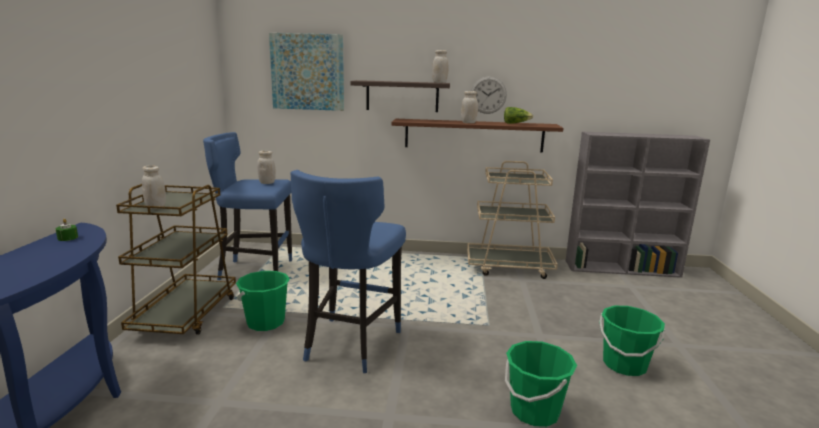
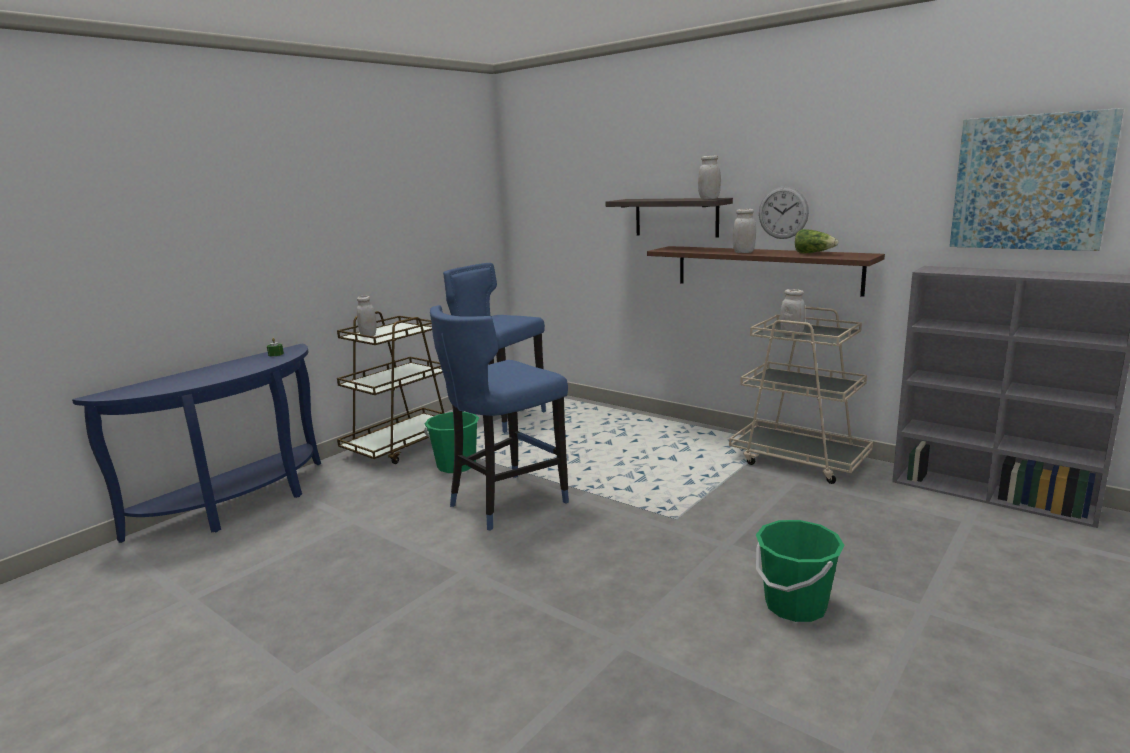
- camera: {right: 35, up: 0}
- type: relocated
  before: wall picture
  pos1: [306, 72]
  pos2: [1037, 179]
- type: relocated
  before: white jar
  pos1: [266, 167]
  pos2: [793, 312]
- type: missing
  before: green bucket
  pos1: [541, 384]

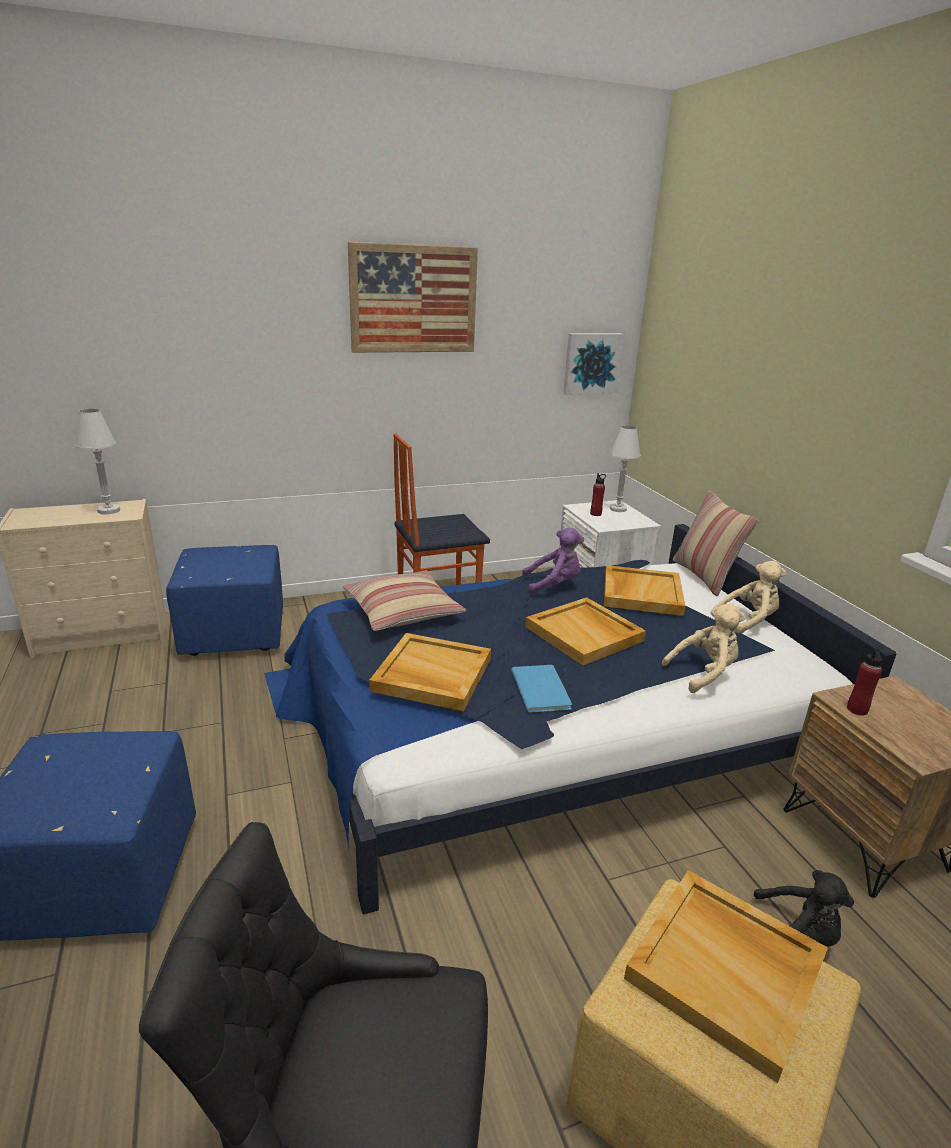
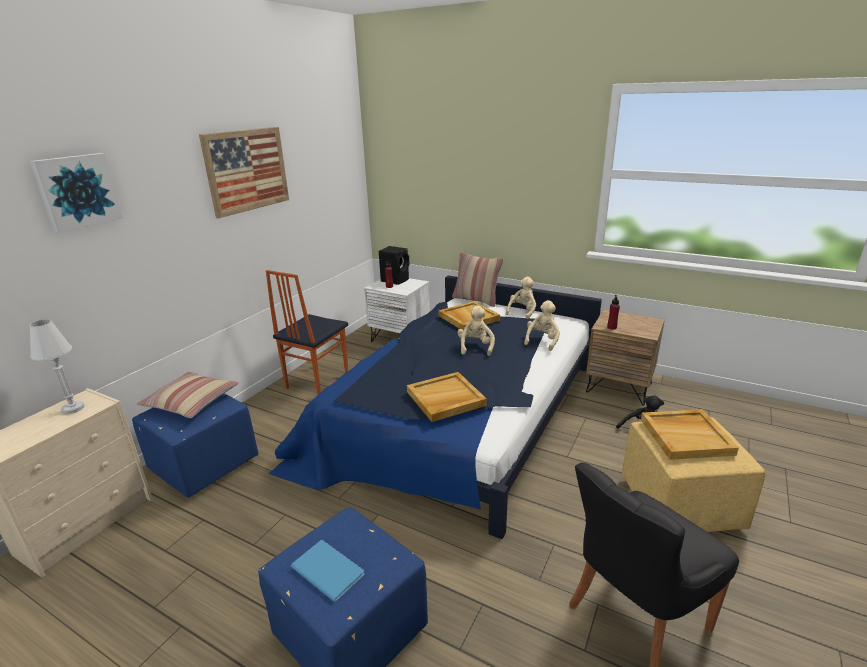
- camera: {right: -40, up: 0}
- type: relocated
  before: wall picture
  pos1: [593, 364]
  pos2: [76, 193]
- type: exchanged
  before: white tabletop lamp
  after: blackish speaker
  pos1: [625, 468]
  pos2: [394, 265]
- type: missing
  before: purple plush toy
  pos1: [553, 561]
- type: relocated
  before: throw pillow
  pos1: [404, 601]
  pos2: [187, 395]
- type: exchanged
  before: beige-coloured serving tray
  after: beige-coloured plush toy
  pos1: [586, 631]
  pos2: [476, 330]
- type: relocated
  before: bluish book
  pos1: [541, 689]
  pos2: [327, 571]

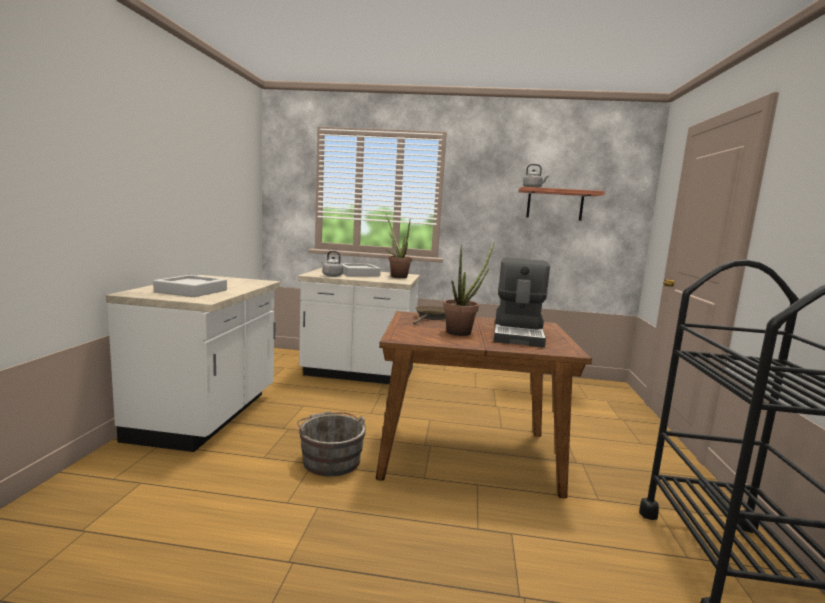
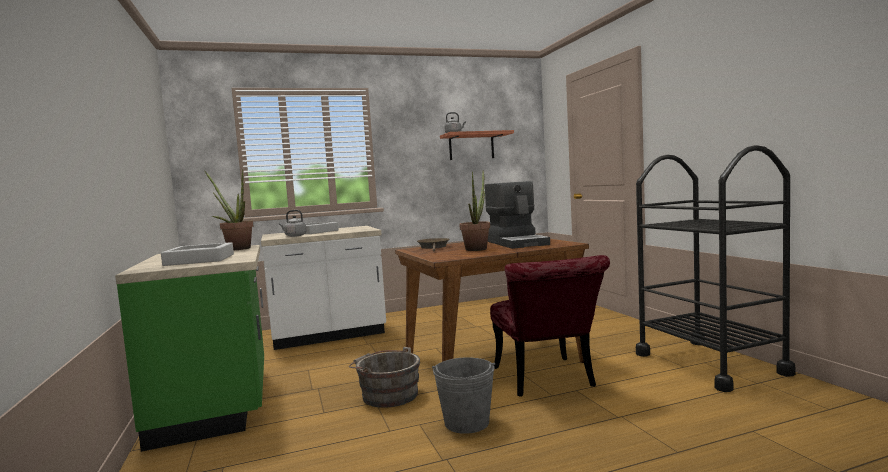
- camera: {right: -25, up: -5}
- type: relocated
  before: plant in a pot
  pos1: [399, 246]
  pos2: [229, 209]
- type: colour
  before: white kitchen base unit
  after: green kitchen base unit
  pos1: [193, 363]
  pos2: [189, 348]
- type: appeared
  after: reddish plain chair
  pos2: [550, 326]
- type: appeared
  after: grey bucket
  pos2: [463, 395]

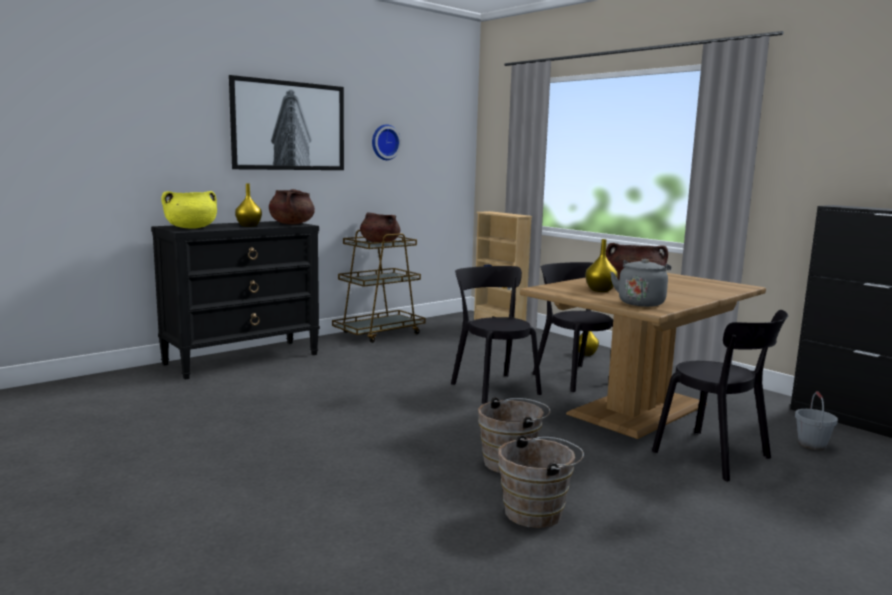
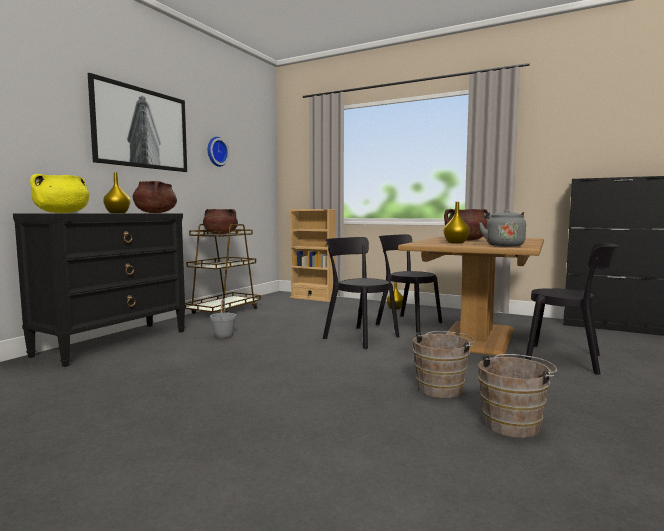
- camera: {right: -20, up: -5}
- type: relocated
  before: grey bucket
  pos1: [816, 420]
  pos2: [223, 319]

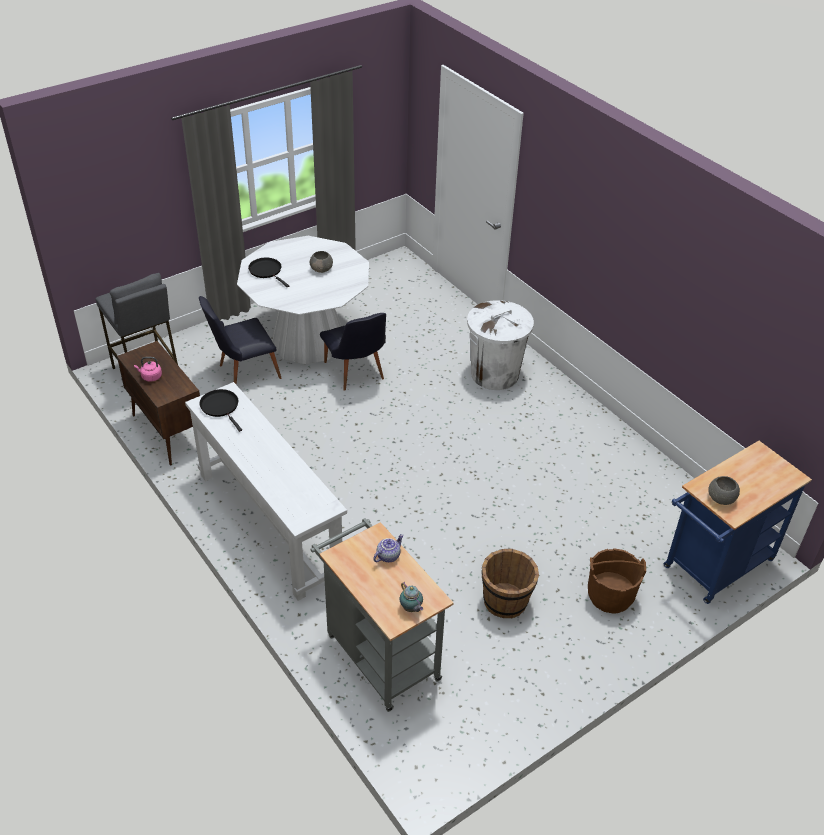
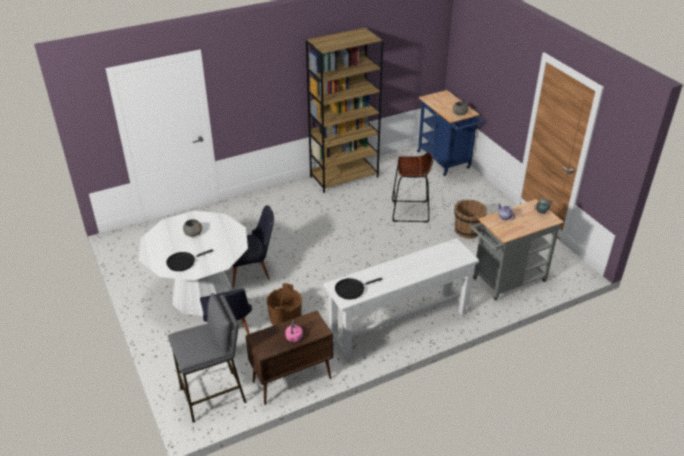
- camera: {right: -80, up: -5}
- type: missing
  before: white rubbish bin
  pos1: [500, 345]
- type: relocated
  before: brownish bucket
  pos1: [617, 581]
  pos2: [284, 304]
- type: appeared
  after: brownish bookcase
  pos2: [345, 110]
- type: appeared
  after: brownish stool
  pos2: [412, 188]

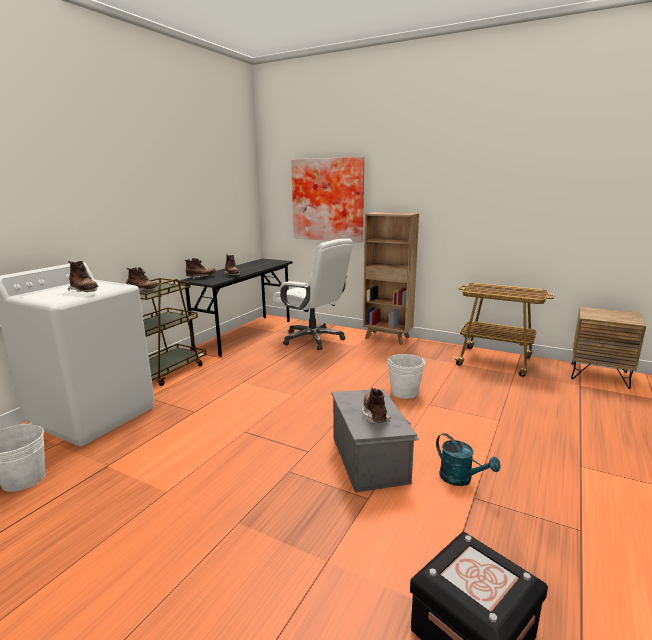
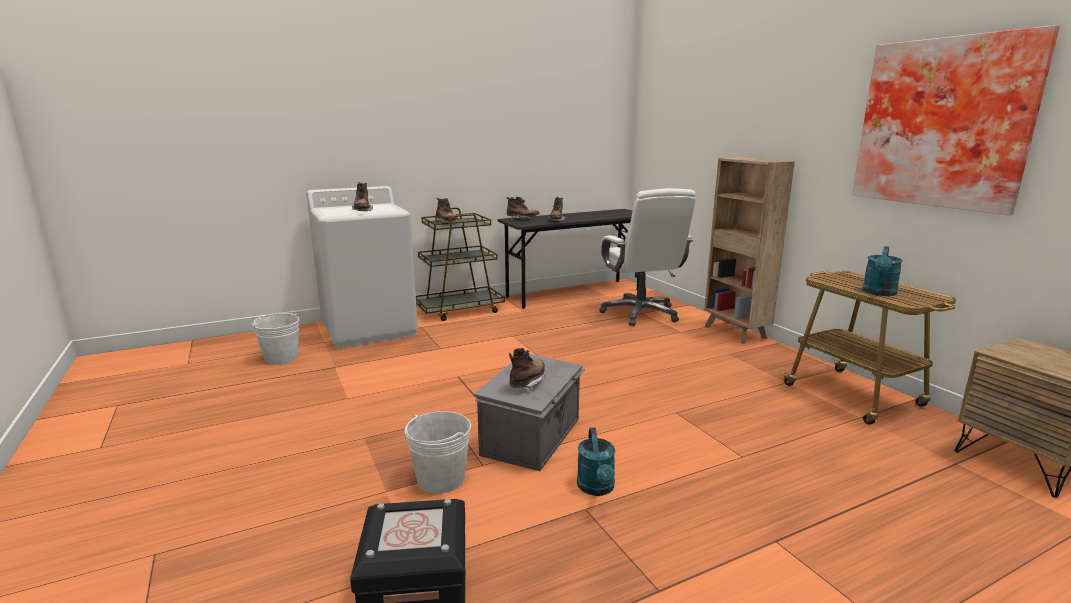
- camera: {right: 35, up: 0}
- type: relocated
  before: wall picture
  pos1: [327, 200]
  pos2: [956, 120]
- type: relocated
  before: white bucket
  pos1: [406, 376]
  pos2: [438, 452]
- type: appeared
  after: turquoise sprinkling can
  pos2: [882, 271]

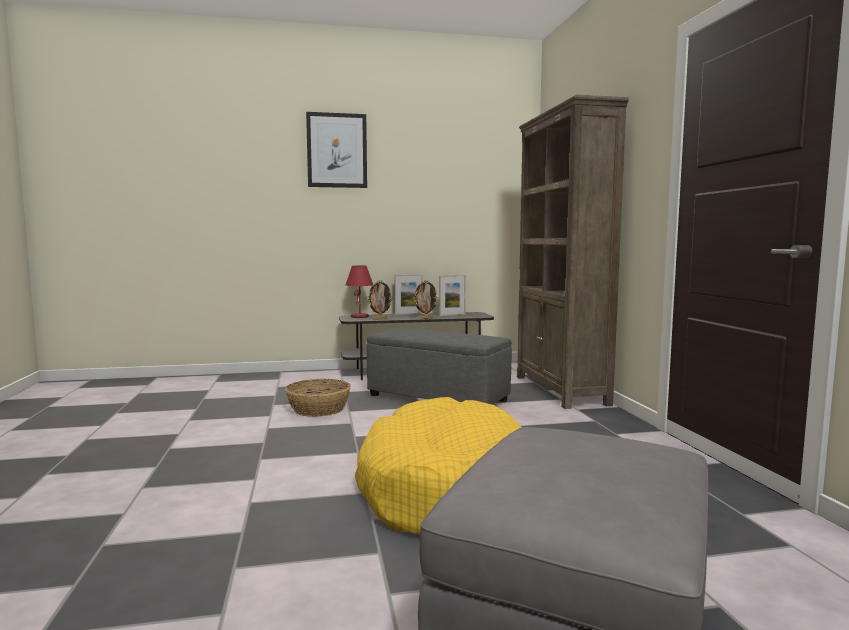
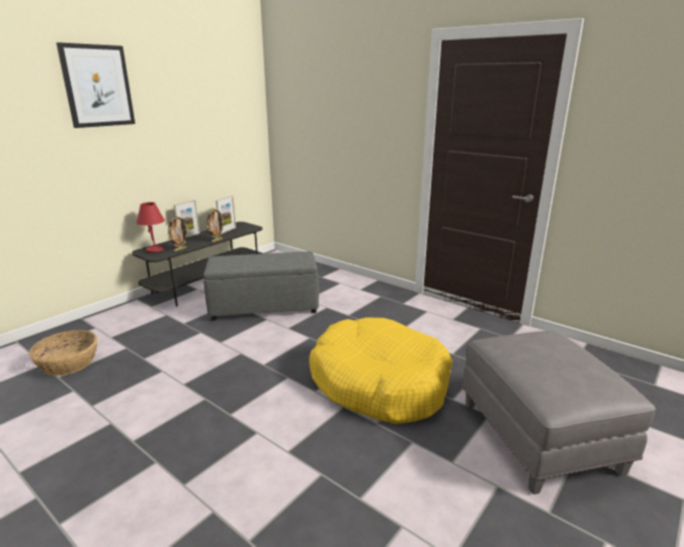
- camera: {right: -40, up: 15}
- type: missing
  before: brownish bookcase
  pos1: [573, 252]
- type: relocated
  before: storage basket
  pos1: [318, 398]
  pos2: [63, 353]

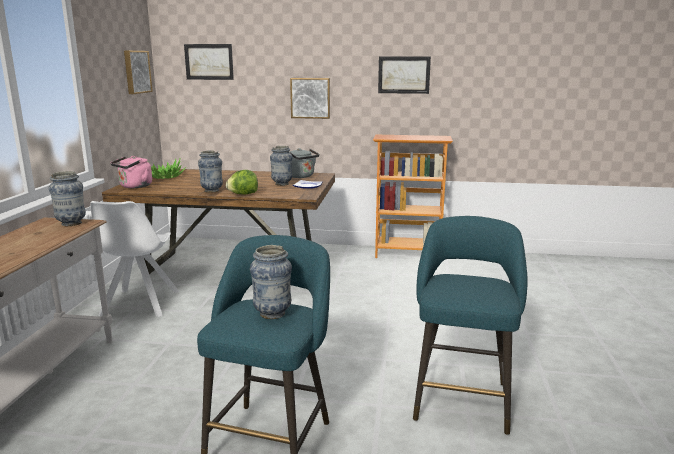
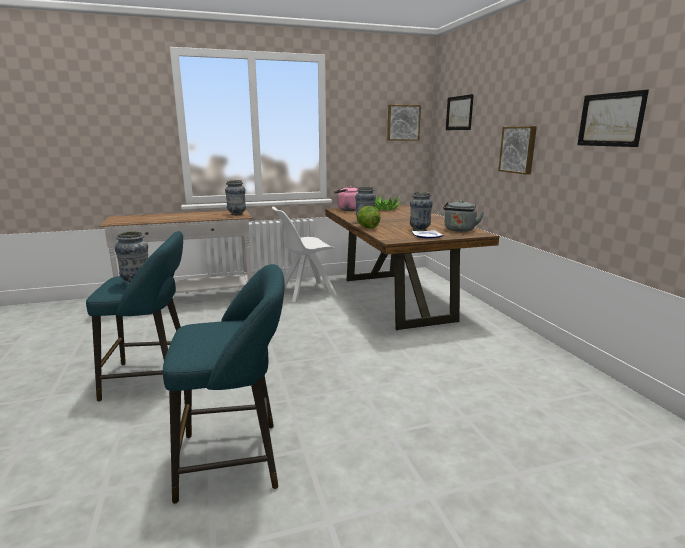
- camera: {right: 65, up: 0}
- type: missing
  before: bookcase
  pos1: [413, 196]

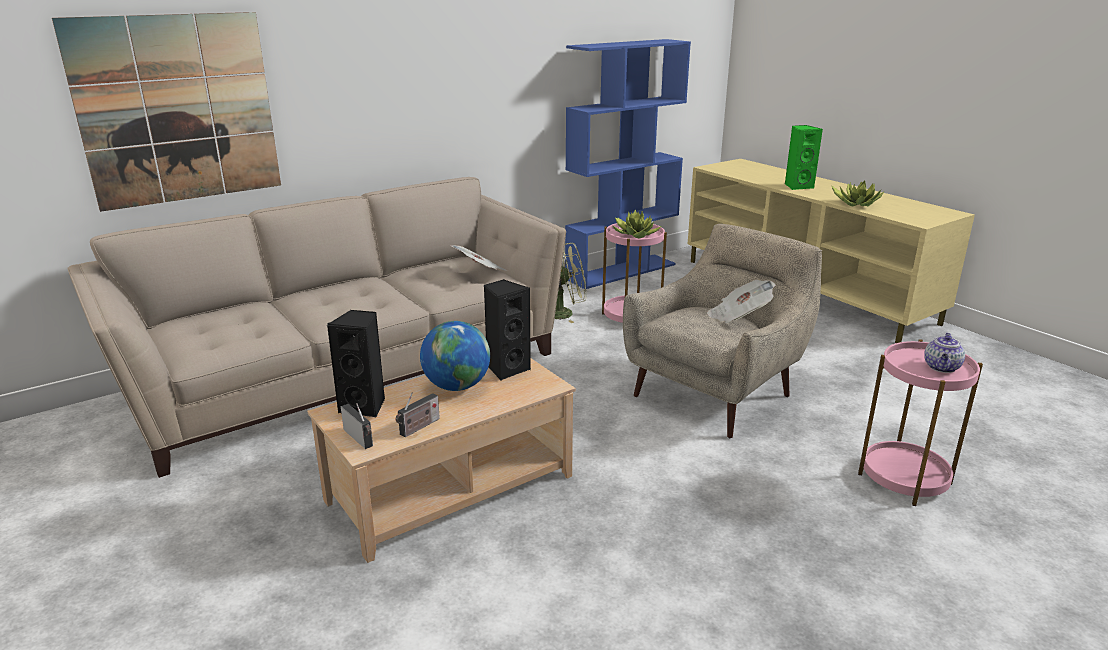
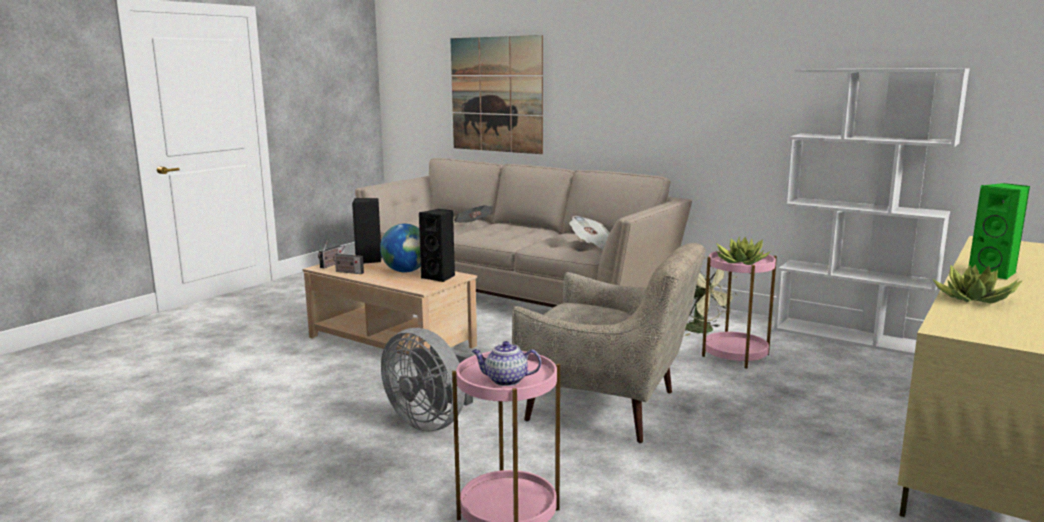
- camera: {right: 70, up: -10}
- type: colour
  before: bluish bookcase
  after: white bookcase
  pos1: [628, 164]
  pos2: [872, 212]
- type: relocated
  before: newspaper
  pos1: [741, 301]
  pos2: [473, 214]
- type: appeared
  after: grey cooling fan
  pos2: [427, 380]

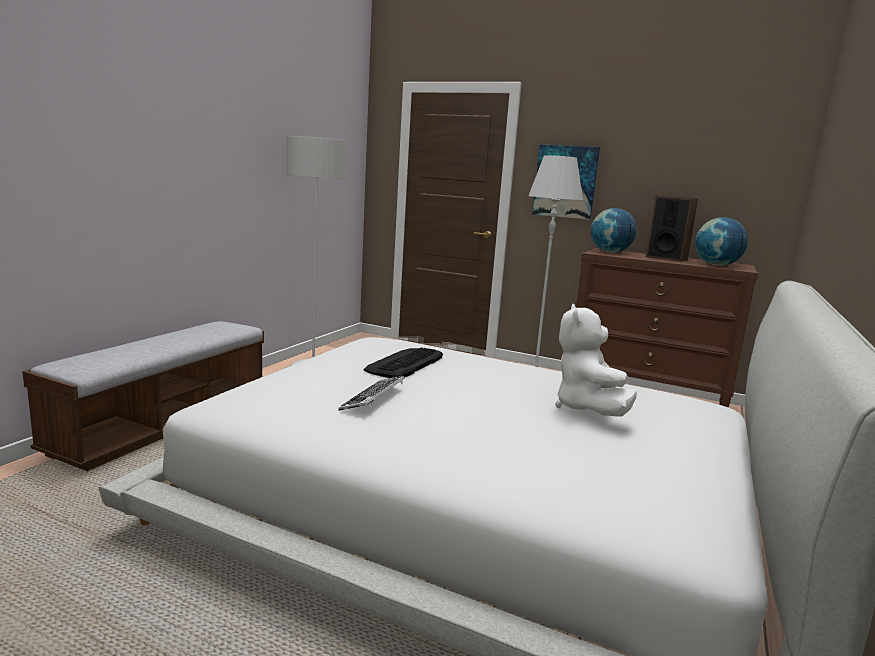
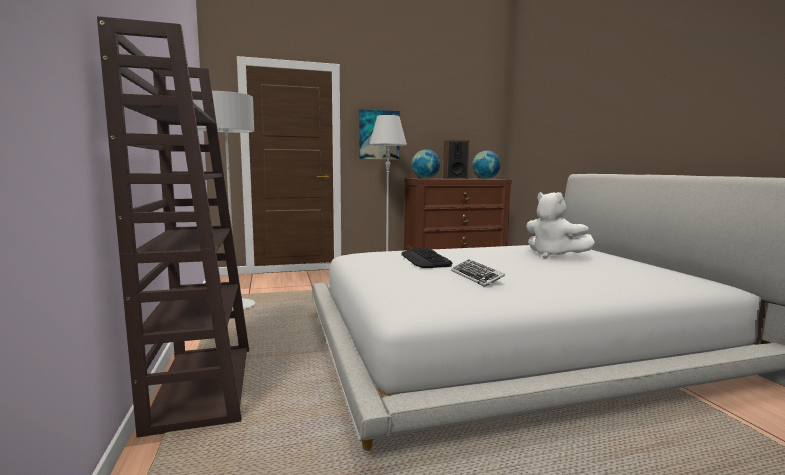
- camera: {right: -40, up: -5}
- type: exchanged
  before: long seat
  after: brownish bookcase
  pos1: [143, 396]
  pos2: [173, 226]

